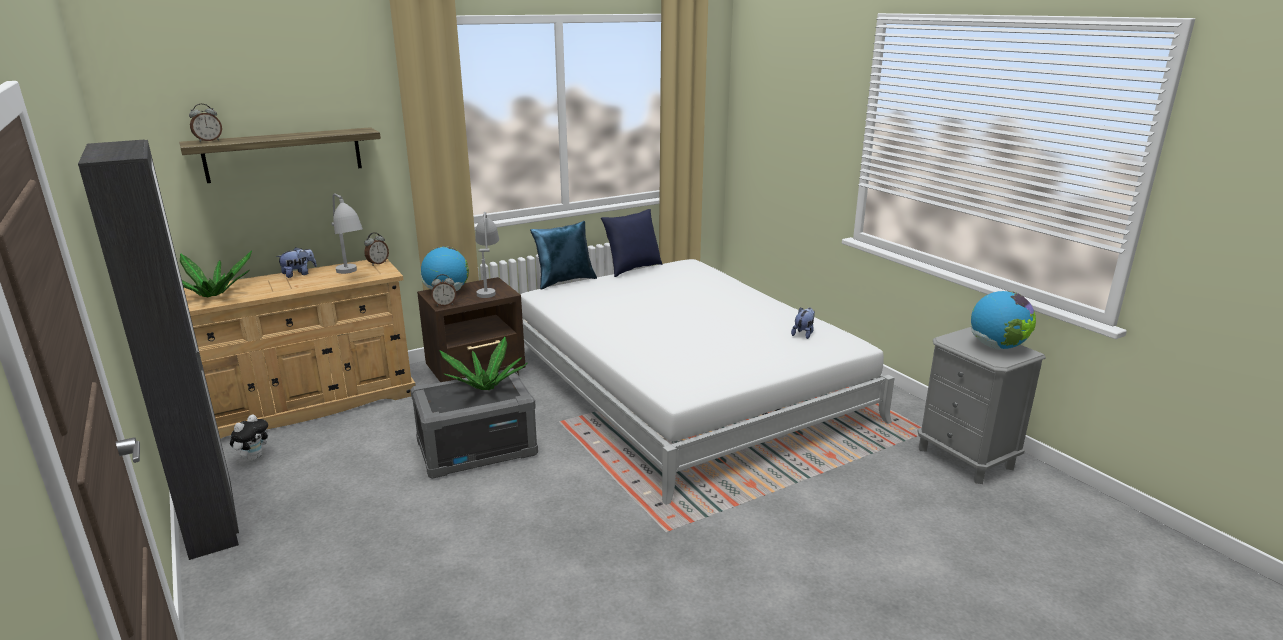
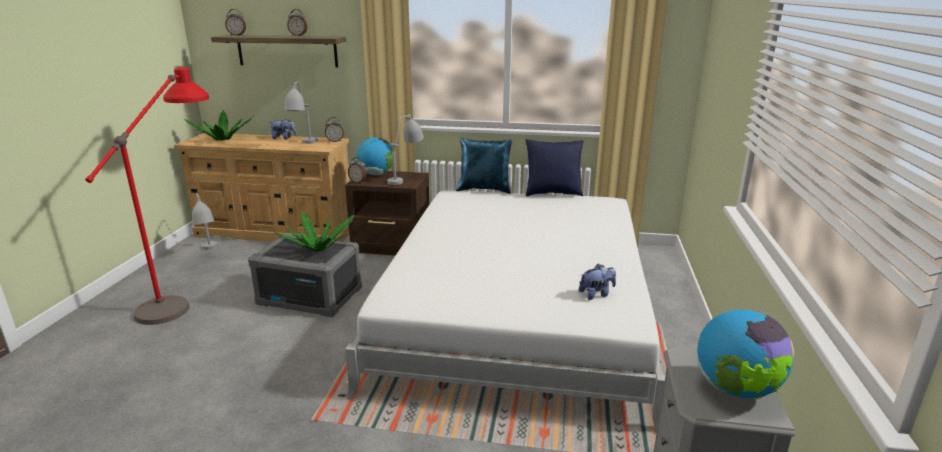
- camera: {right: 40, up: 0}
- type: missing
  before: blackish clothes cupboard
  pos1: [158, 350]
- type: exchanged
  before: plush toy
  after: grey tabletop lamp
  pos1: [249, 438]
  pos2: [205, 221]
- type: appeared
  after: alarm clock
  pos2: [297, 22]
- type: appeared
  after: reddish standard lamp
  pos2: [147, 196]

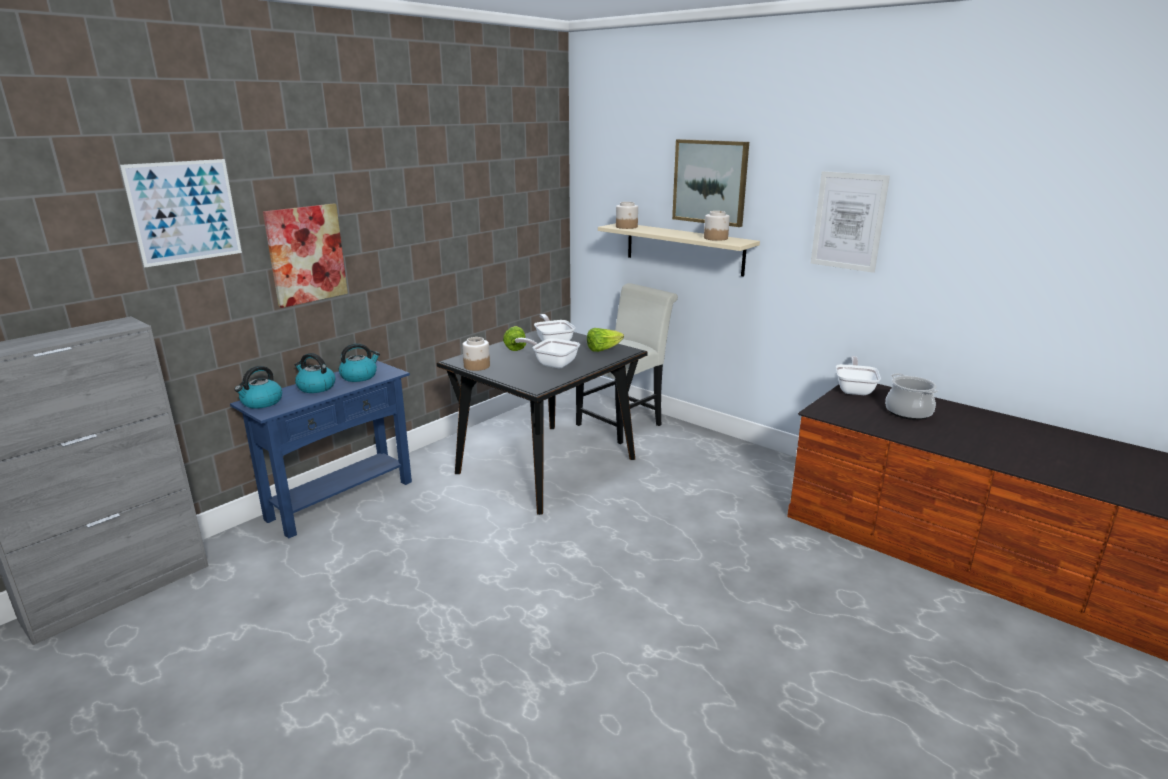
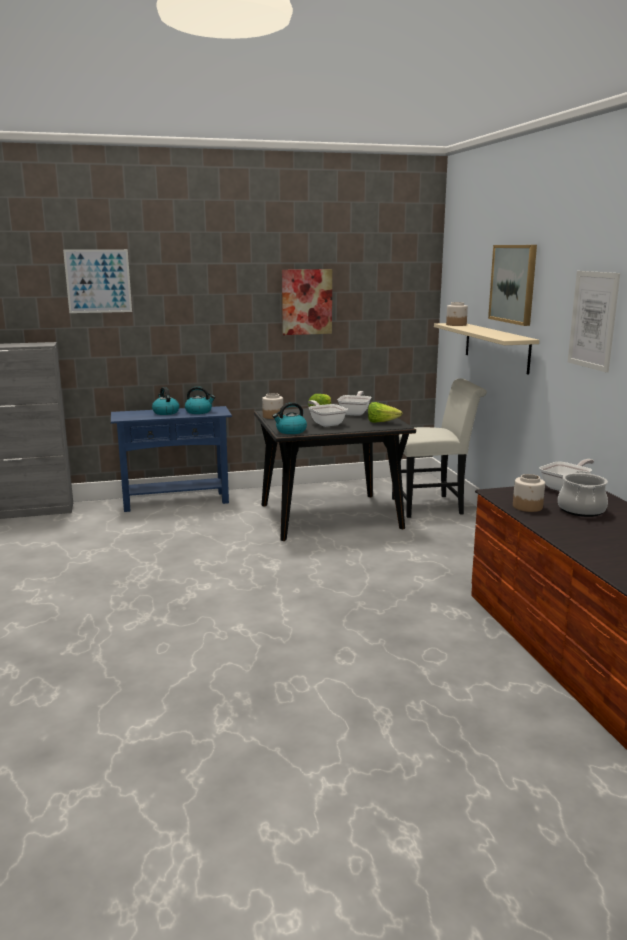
- camera: {right: 35, up: -5}
- type: relocated
  before: wall picture
  pos1: [305, 256]
  pos2: [307, 302]
- type: relocated
  before: jar
  pos1: [717, 226]
  pos2: [529, 493]
- type: relocated
  before: tea kettle
  pos1: [258, 387]
  pos2: [289, 418]

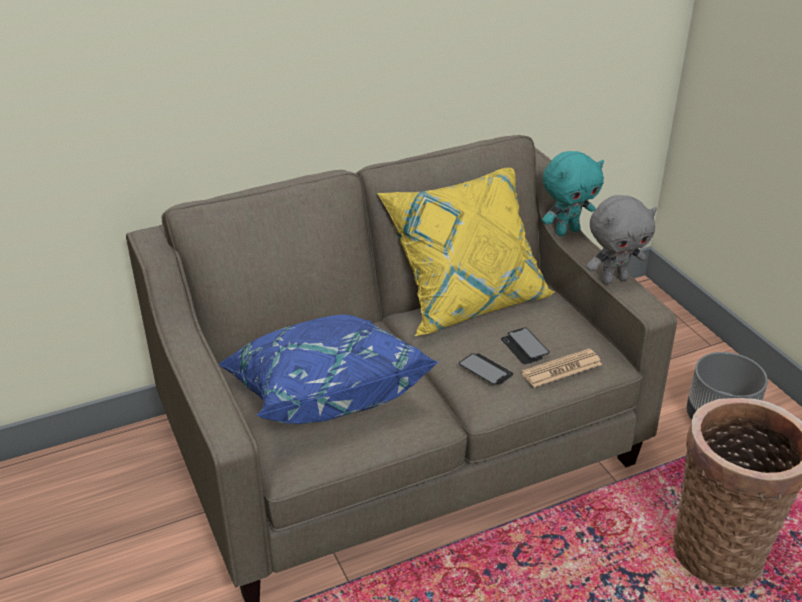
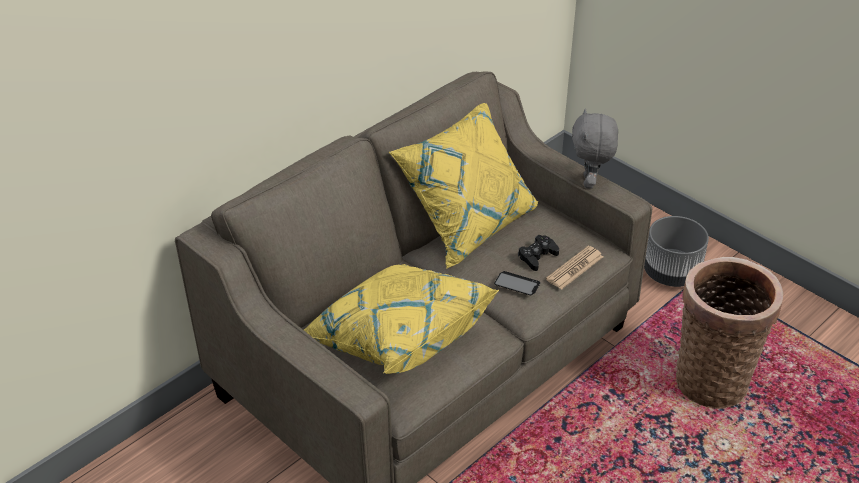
- camera: {right: -20, up: 5}
- type: missing
  before: turquoise plush toy
  pos1: [573, 193]
- type: spun
  before: grey plush toy
  pos1: [621, 240]
  pos2: [595, 148]
  turn: 135
- type: colour
  before: bluish throw pillow
  after: yellowish throw pillow
  pos1: [328, 369]
  pos2: [401, 319]
- type: exchanged
  before: phone
  after: blackish joypad
  pos1: [525, 346]
  pos2: [538, 253]

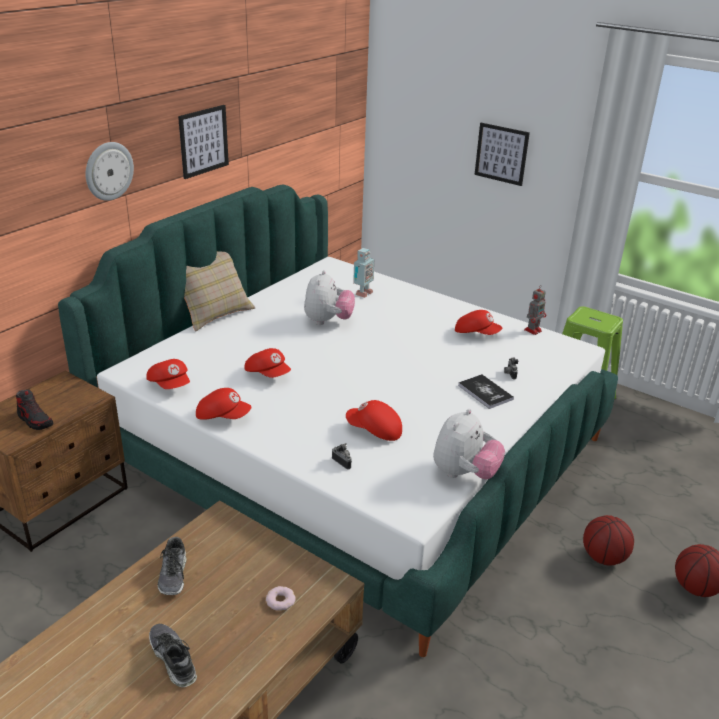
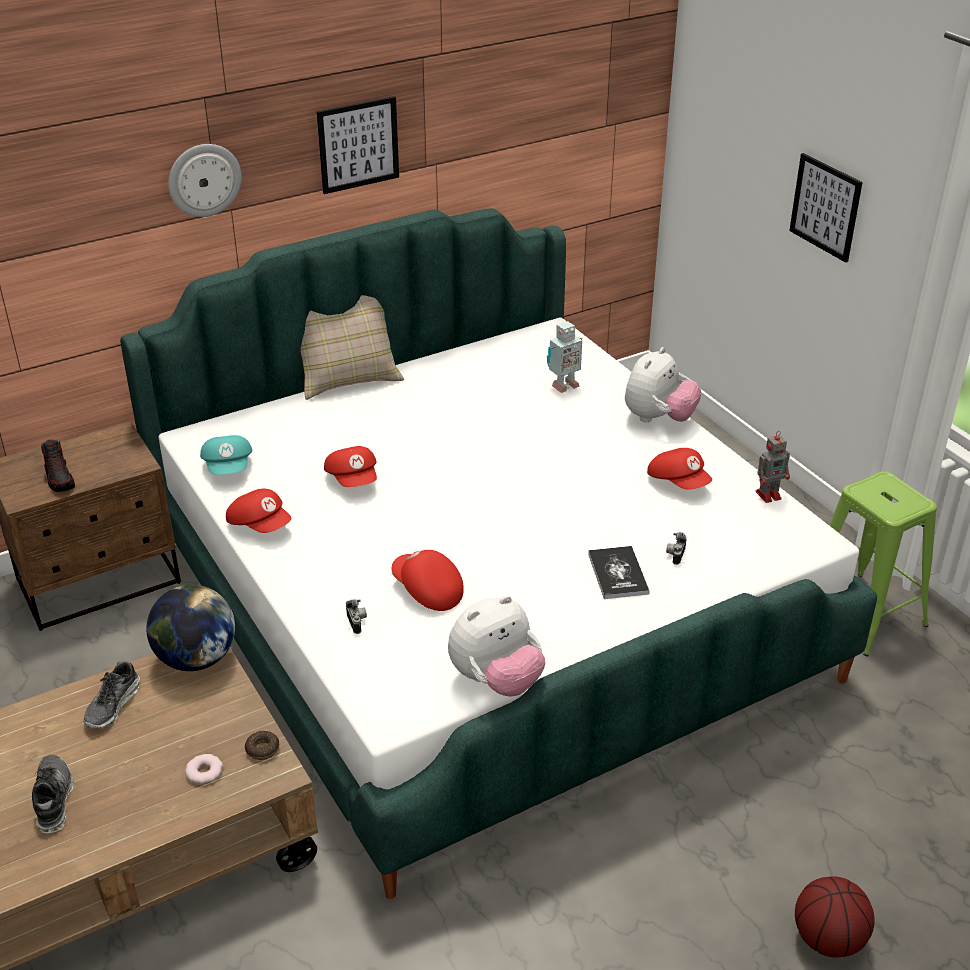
- camera: {right: 25, up: 5}
- type: relocated
  before: plush toy
  pos1: [329, 297]
  pos2: [663, 384]
- type: colour
  before: reddish peaked cap
  after: turquoise peaked cap
  pos1: [168, 374]
  pos2: [226, 455]
- type: missing
  before: basketball
  pos1: [608, 540]
- type: appeared
  after: globe
  pos2: [190, 627]
- type: appeared
  after: donut
  pos2: [262, 745]

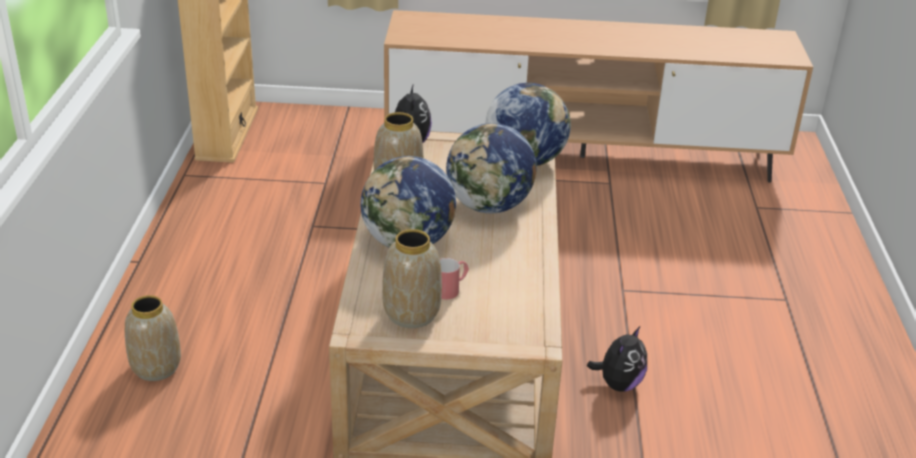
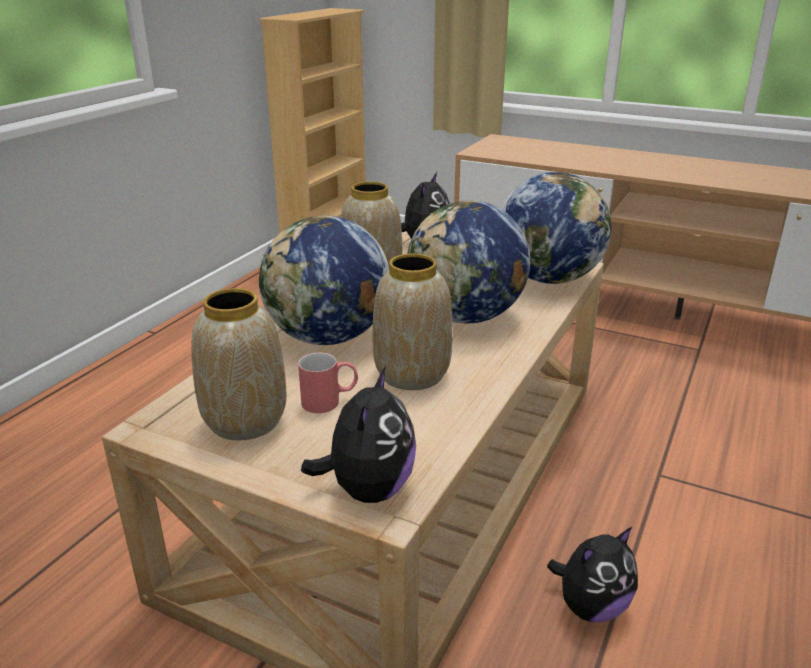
- camera: {right: 25, up: -5}
- type: relocated
  before: decorative vase
  pos1: [153, 338]
  pos2: [413, 322]
- type: appeared
  after: plush toy
  pos2: [358, 434]

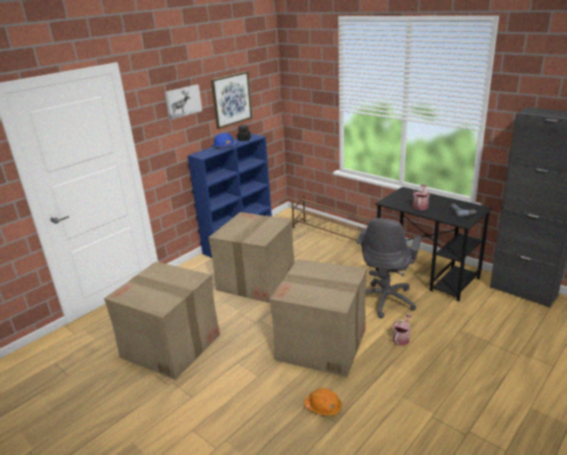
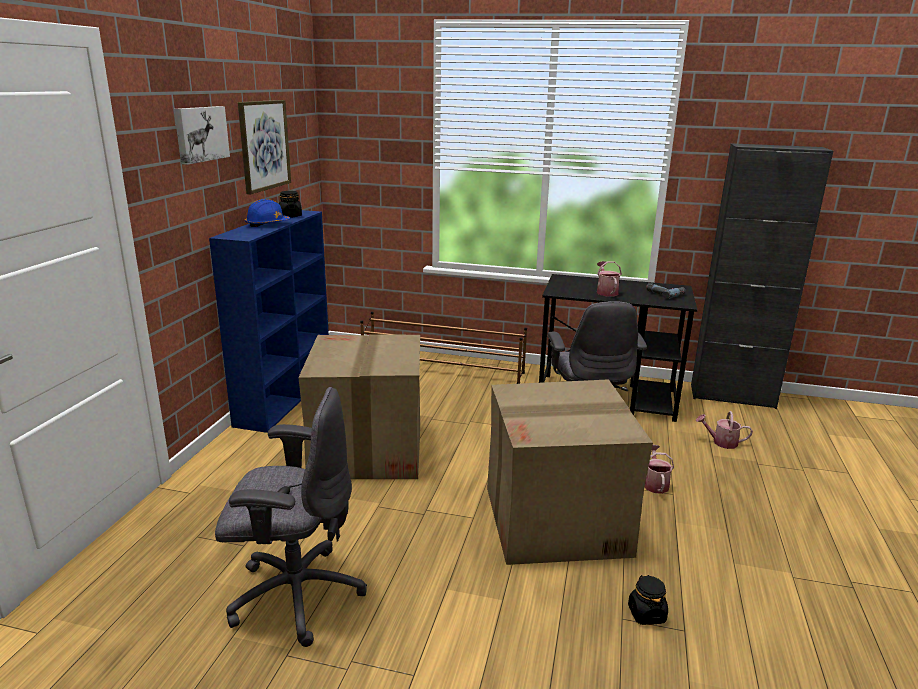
- camera: {right: -30, up: -5}
- type: exchanged
  before: packing box
  after: grey computer chair
  pos1: [162, 321]
  pos2: [291, 517]
- type: exchanged
  before: orange-coloured safety helmet
  after: blackish jar
  pos1: [323, 402]
  pos2: [648, 600]
- type: appeared
  after: sprinkling can
  pos2: [724, 430]

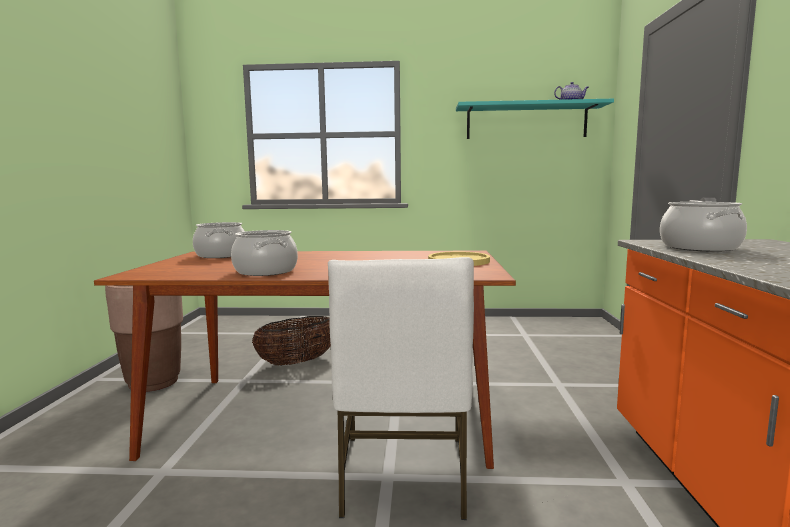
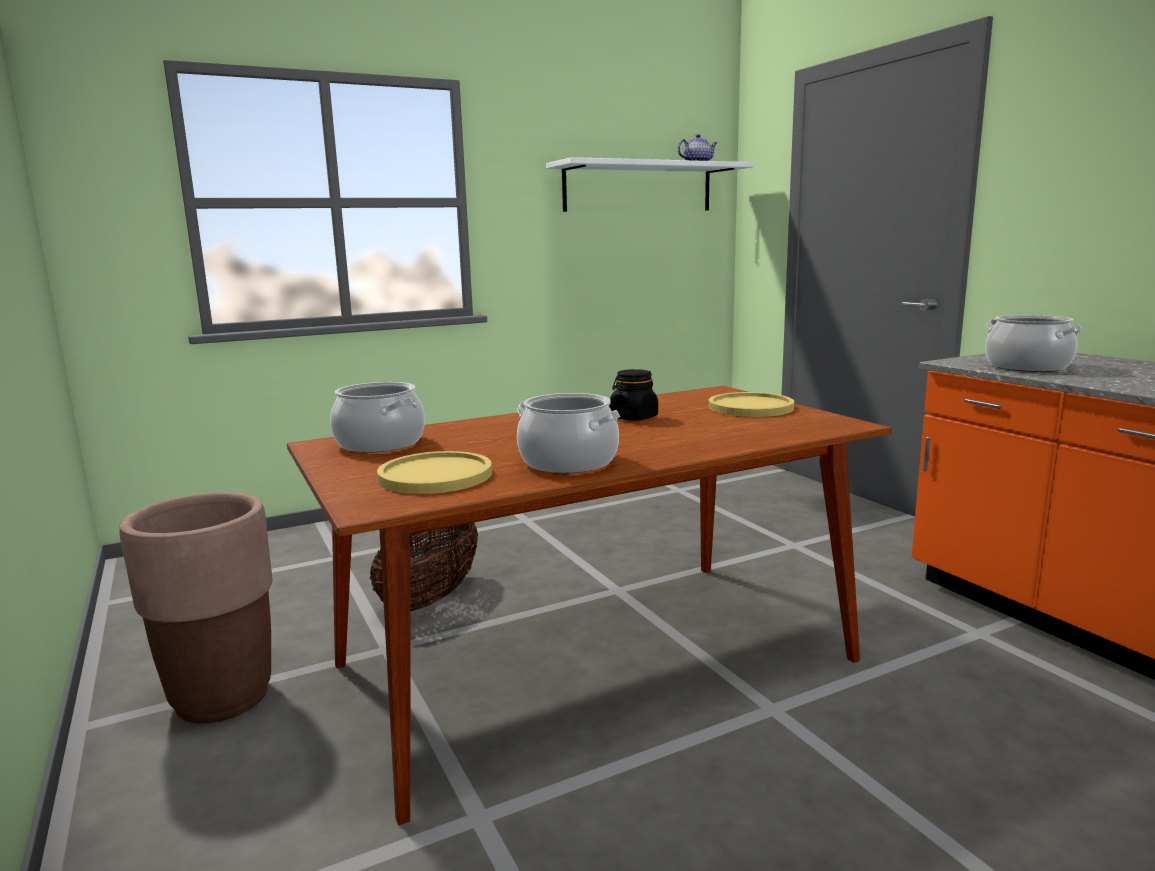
- camera: {right: -30, up: 5}
- type: colour
  before: turquoise shelf
  after: white shelf
  pos1: [535, 119]
  pos2: [650, 184]
- type: missing
  before: white plain chair
  pos1: [401, 388]
- type: appeared
  after: blackish jar
  pos2: [633, 395]
- type: appeared
  after: yellowish dinner plate
  pos2: [434, 472]

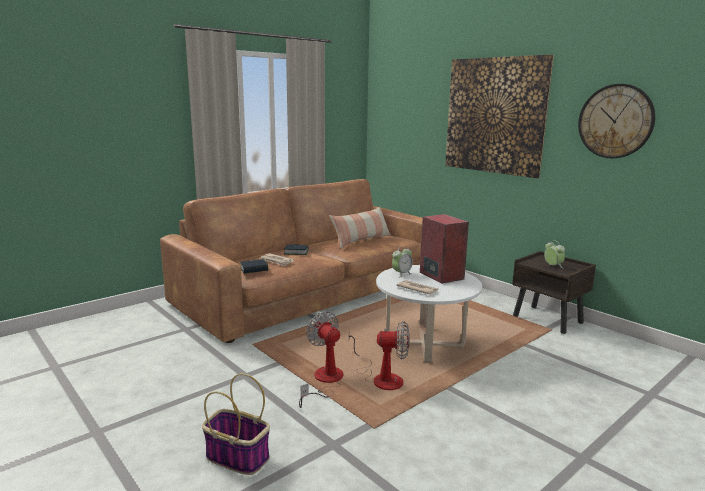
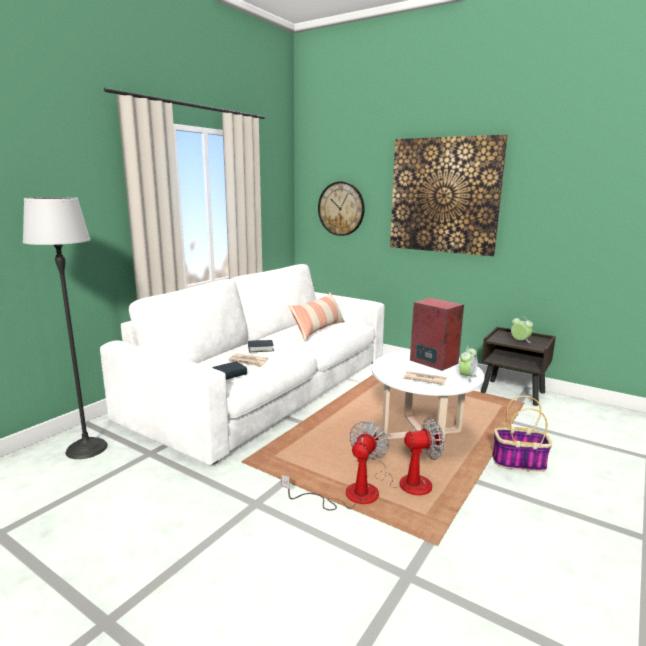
- camera: {right: -15, up: 0}
- type: relocated
  before: wall clock
  pos1: [616, 121]
  pos2: [341, 208]
- type: colour
  before: brownish settee
  after: white settee
  pos1: [291, 261]
  pos2: [242, 364]
- type: relocated
  before: alarm clock
  pos1: [402, 262]
  pos2: [468, 364]
- type: spun
  before: cooling fan
  pos1: [321, 359]
  pos2: [335, 465]
  turn: 75
- type: relocated
  before: storage basket
  pos1: [236, 424]
  pos2: [522, 433]
- type: appeared
  after: standard lamp
  pos2: [65, 328]

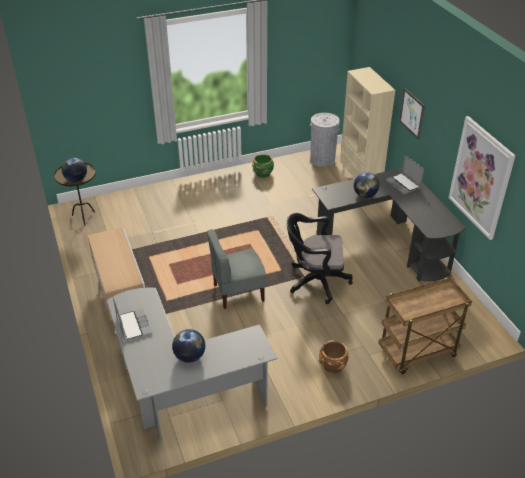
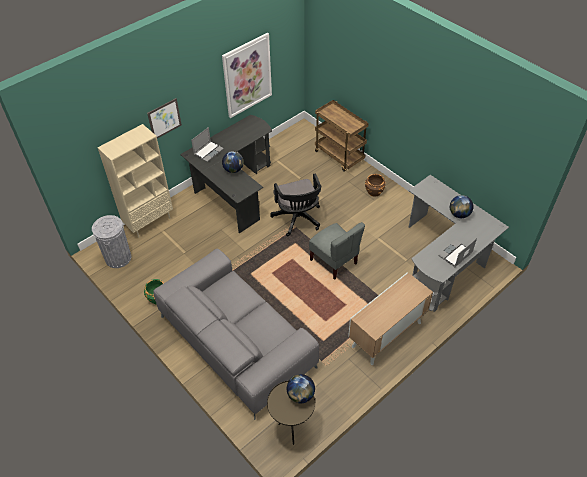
- camera: {right: -110, up: 10}
- type: appeared
  after: grey settee
  pos2: [236, 334]

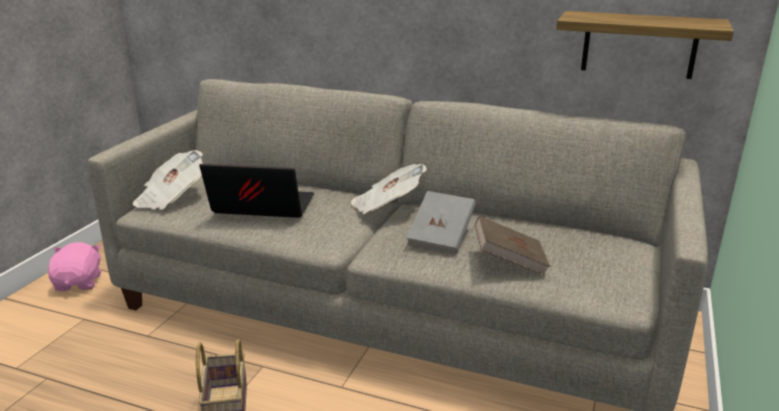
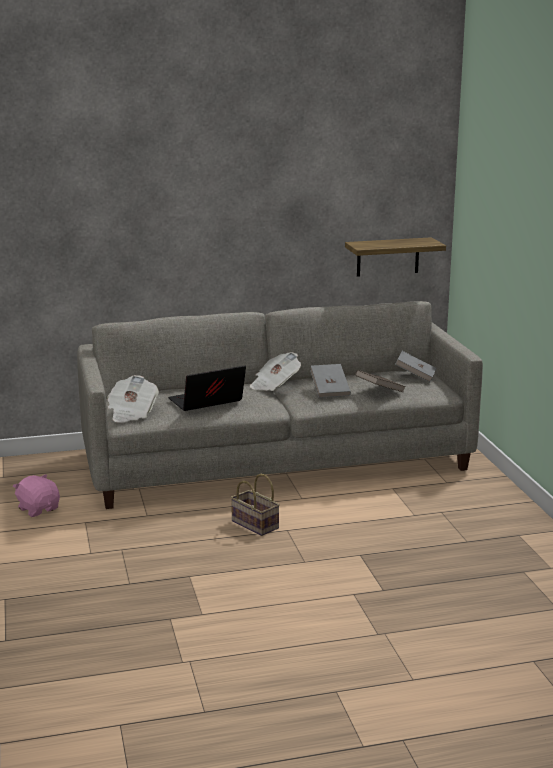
- camera: {right: -35, up: -5}
- type: appeared
  after: grey book
  pos2: [415, 366]

